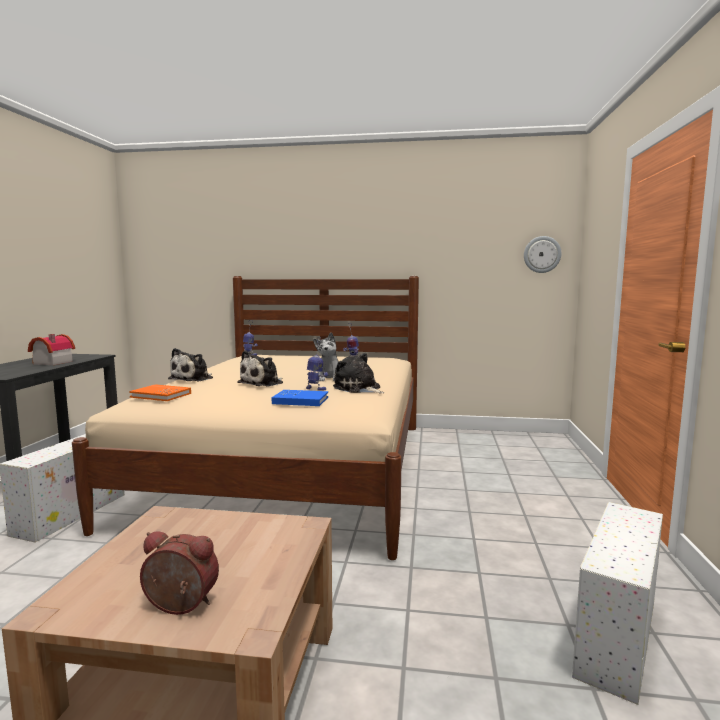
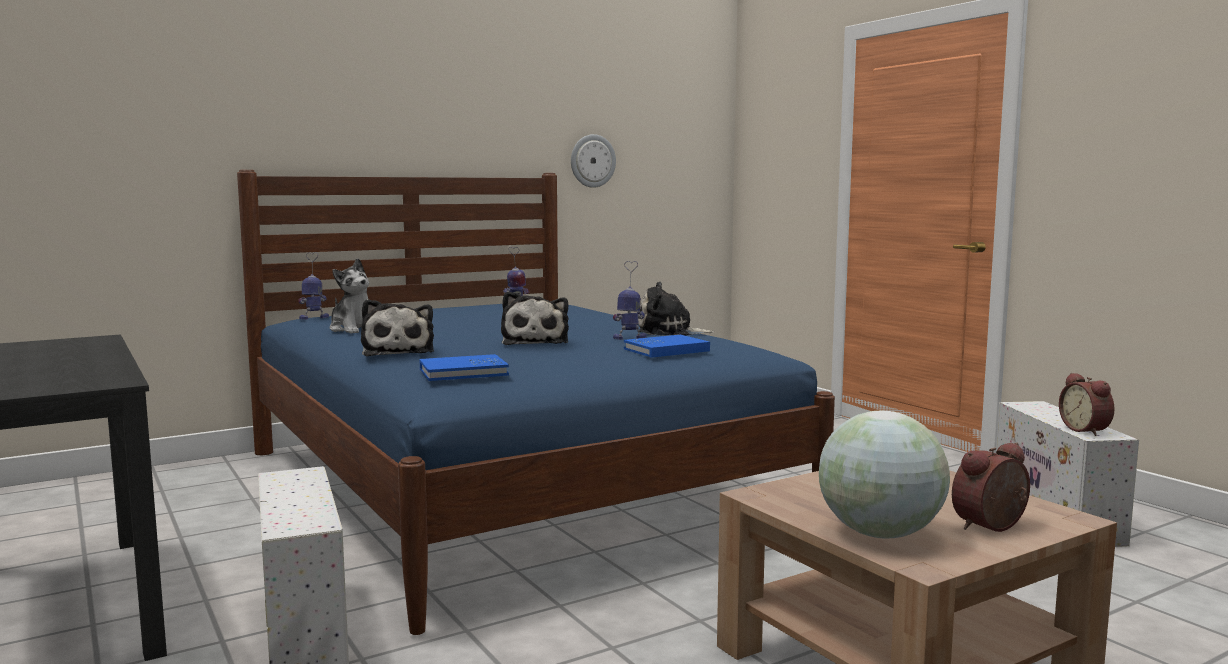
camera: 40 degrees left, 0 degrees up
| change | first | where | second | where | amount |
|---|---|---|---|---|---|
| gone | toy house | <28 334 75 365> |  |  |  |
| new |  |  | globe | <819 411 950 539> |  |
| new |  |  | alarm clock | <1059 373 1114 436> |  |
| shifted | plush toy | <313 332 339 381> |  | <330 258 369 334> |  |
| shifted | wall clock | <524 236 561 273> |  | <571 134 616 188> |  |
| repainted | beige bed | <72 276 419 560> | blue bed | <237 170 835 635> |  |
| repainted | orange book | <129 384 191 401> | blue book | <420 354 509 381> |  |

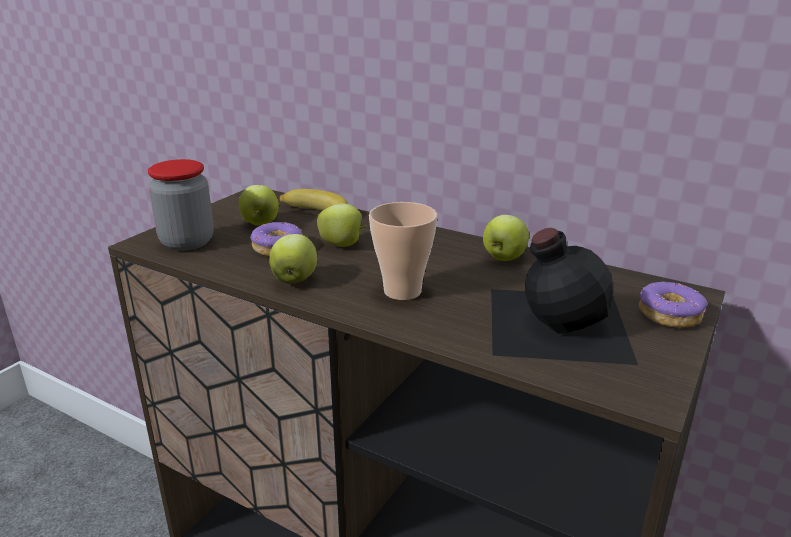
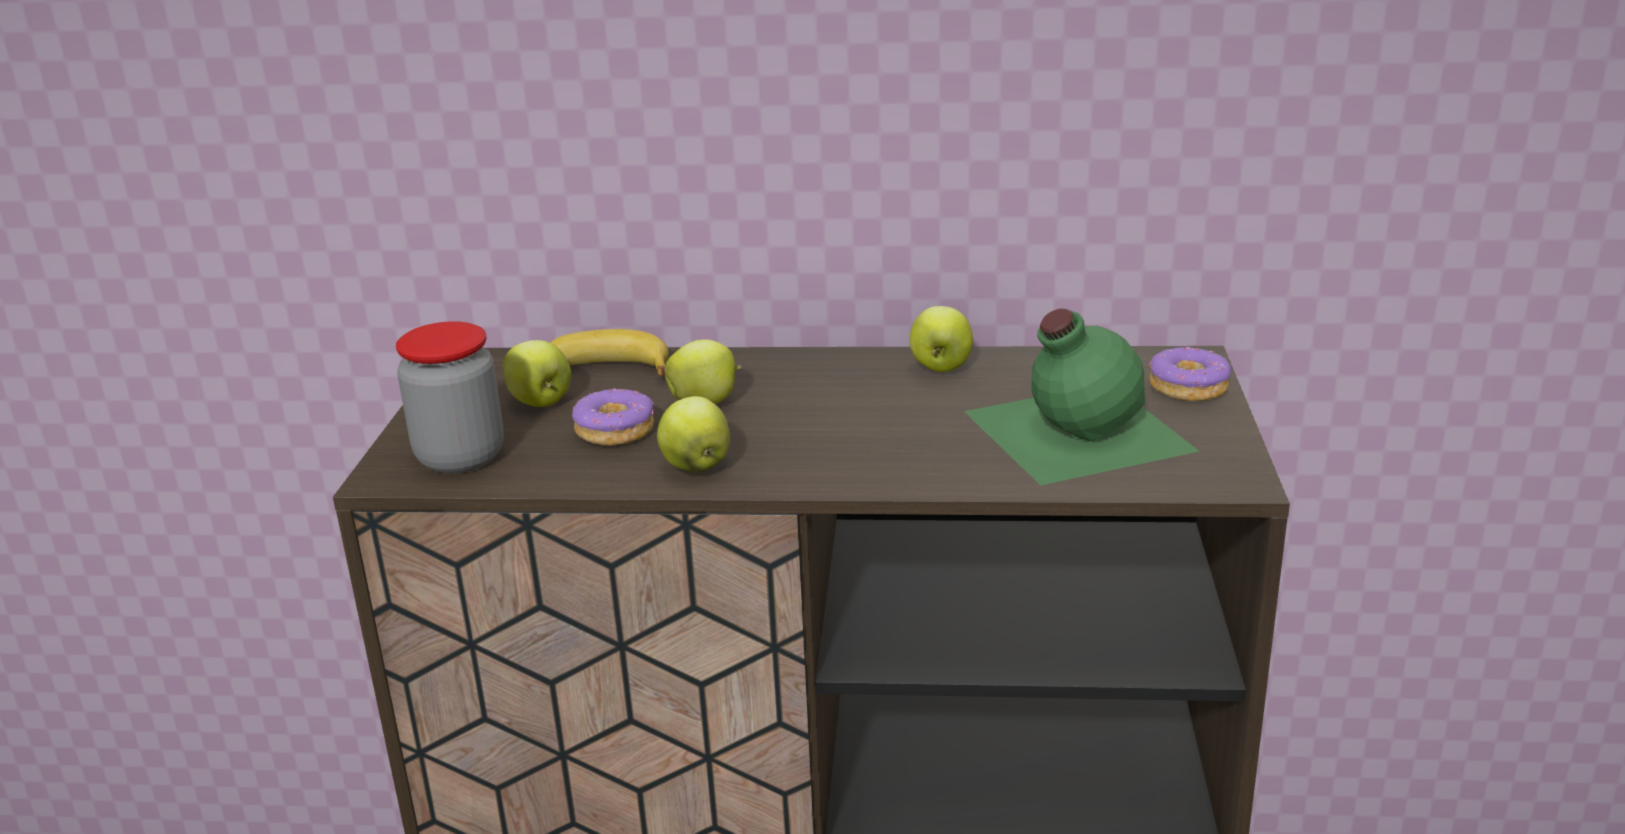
camera: 25 degrees left, 0 degrees up
| change | first | where | second | where | amount |
|---|---|---|---|---|---|
| gone | cup | <369 202 437 300> |  |  |  |
| repainted | black bottle | <491 228 638 365> | green bottle | <964 309 1199 485> |  |

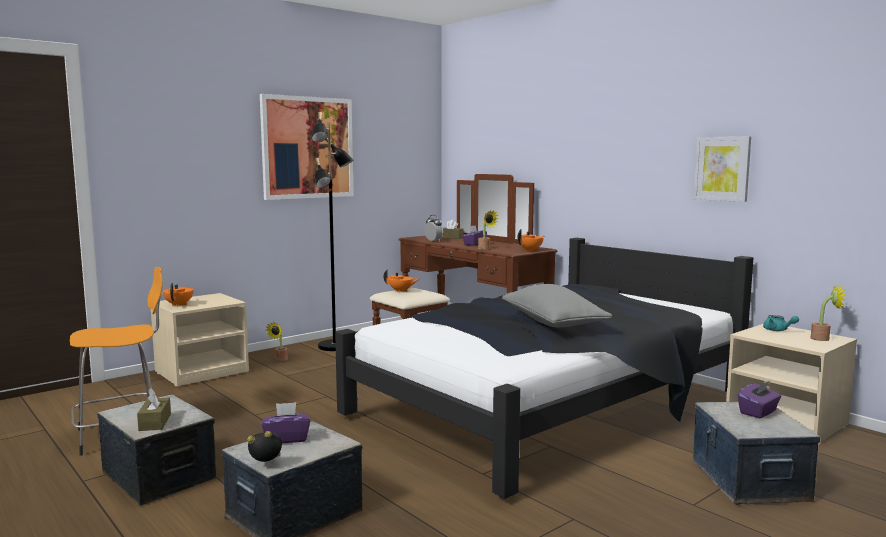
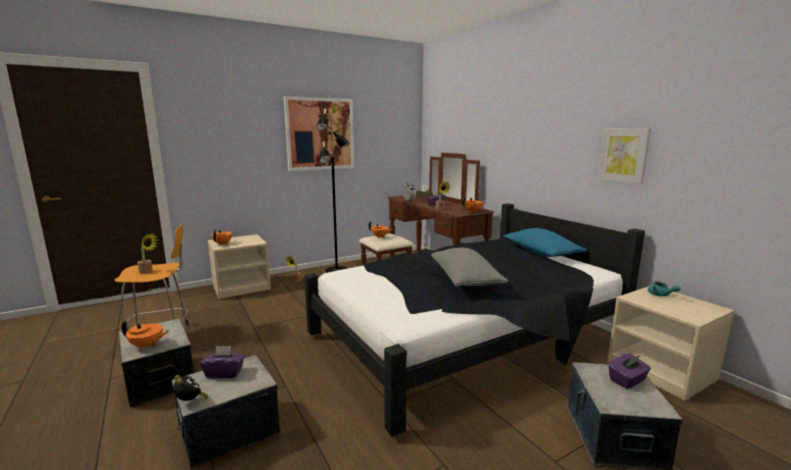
camera: 10 degrees right, 5 degrees up
| change | first | where | second | where | amount |
|---|---|---|---|---|---|
| new |  |  | blue pillow | <504 228 586 257> |  |
| shifted | potted plant | <811 285 846 341> |  | <137 233 158 274> |  |
| swapped | brown tissue box | <137 388 171 431> | orange teapot | <121 321 170 350> |  |
| rotated | alarm clock | <247 431 282 462> |  | <173 375 208 401> | 45 degrees clockwise |

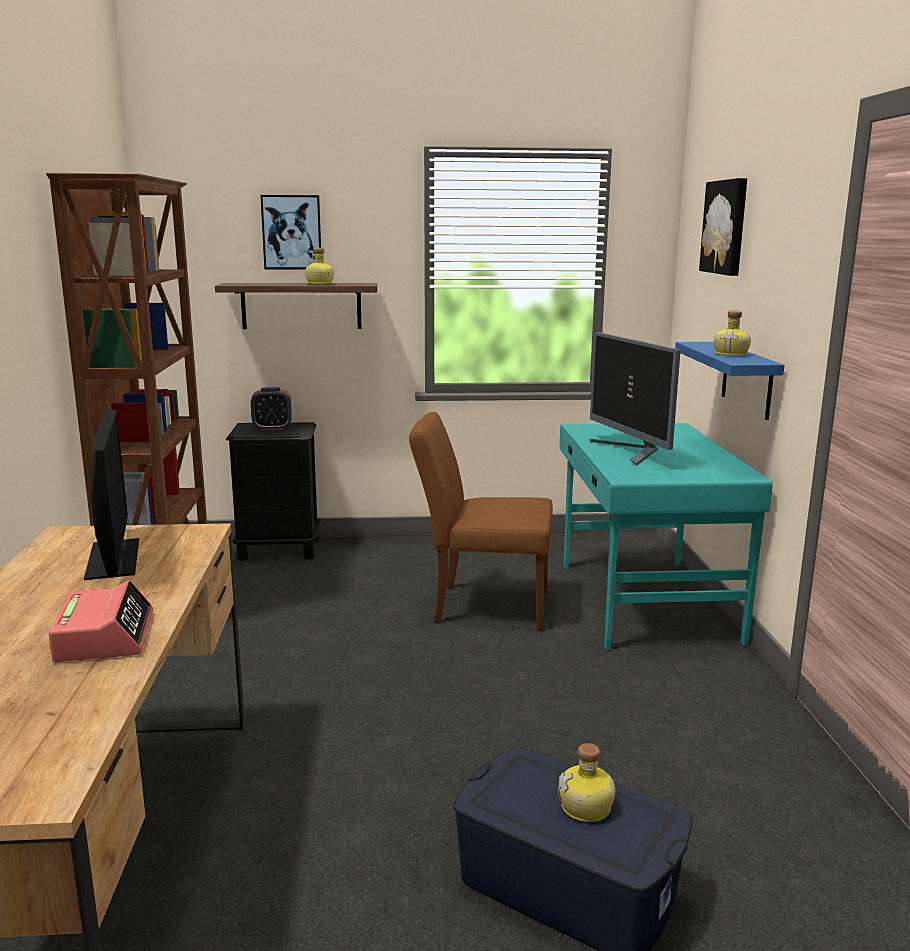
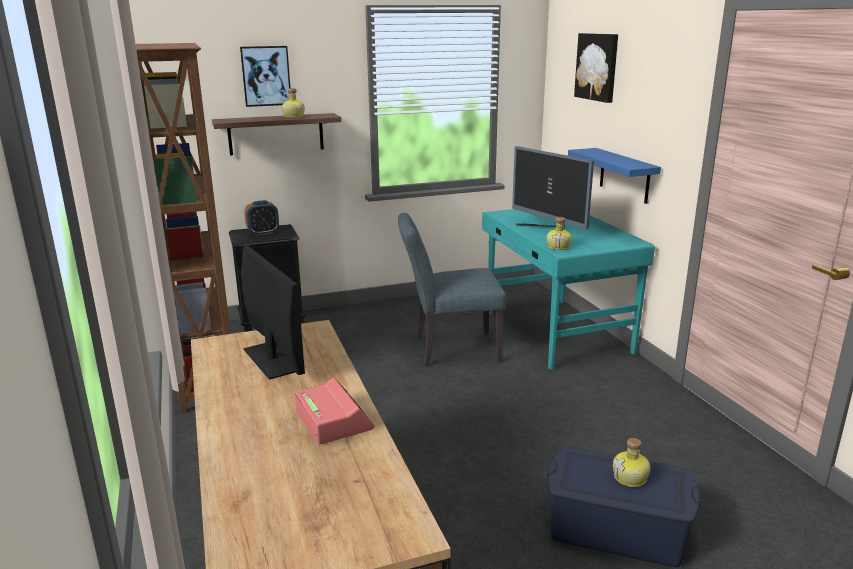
camera: 15 degrees left, 5 degrees up
| change | first | where | second | where | amount |
|---|---|---|---|---|---|
| shifted | bottle | <714 310 751 356> |  | <546 217 572 250> |  |
| repainted | brown chair | <409 412 553 630> | grey chair | <398 213 506 366> |  |

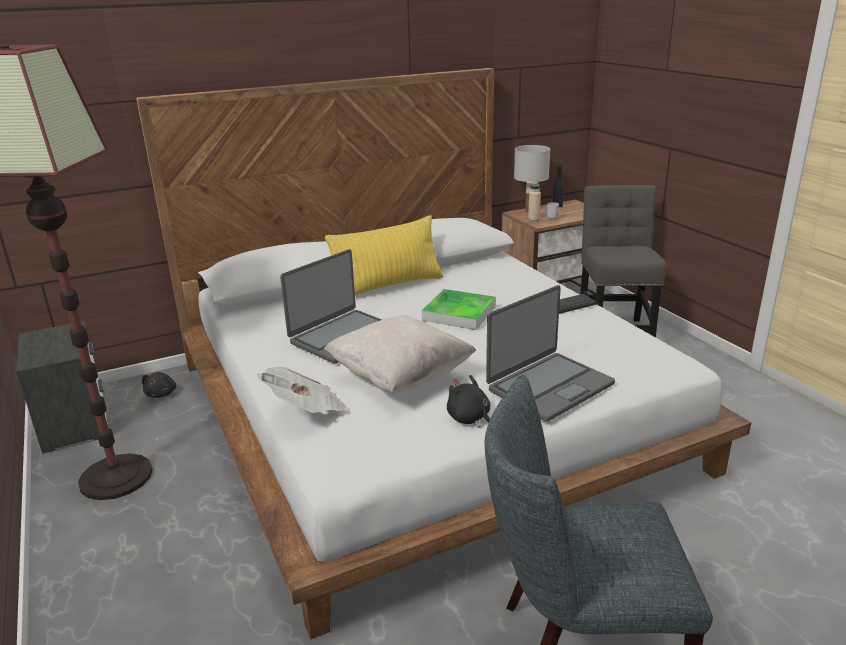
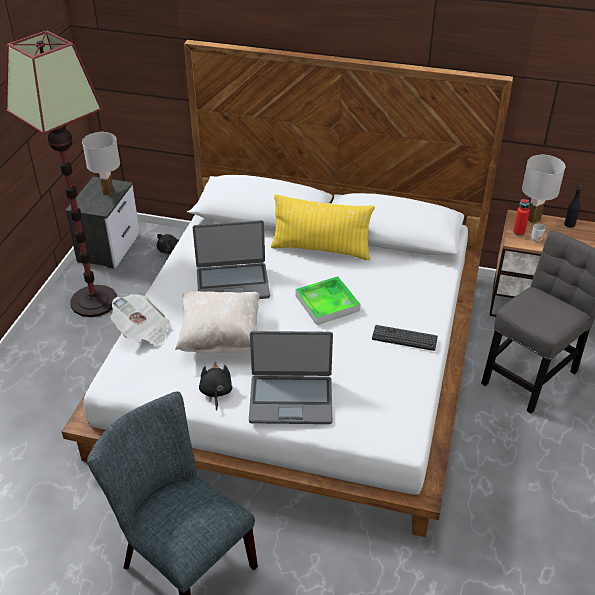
camera: 40 degrees right, 15 degrees up
| change | first | where | second | where | amount |
|---|---|---|---|---|---|
| new |  |  | white table lamp | <82 132 120 195> |  |
| repainted | beige bottle | <528 181 541 221> | red bottle | <513 199 530 236> |  |

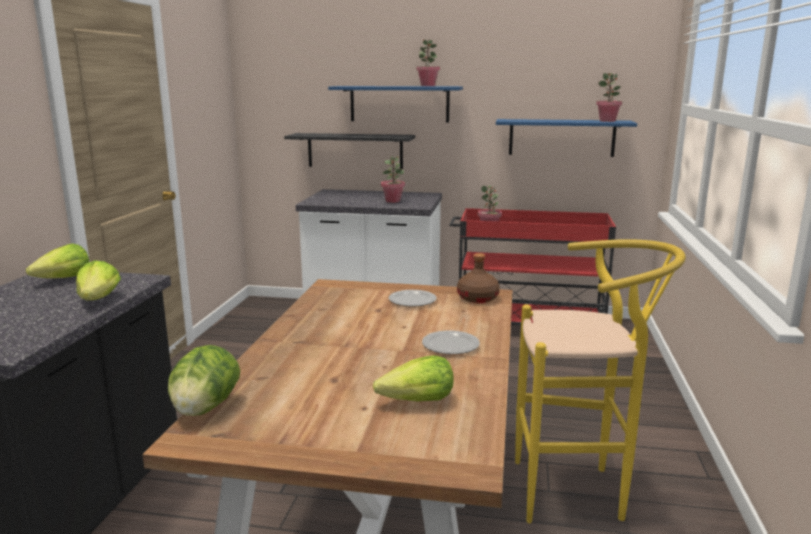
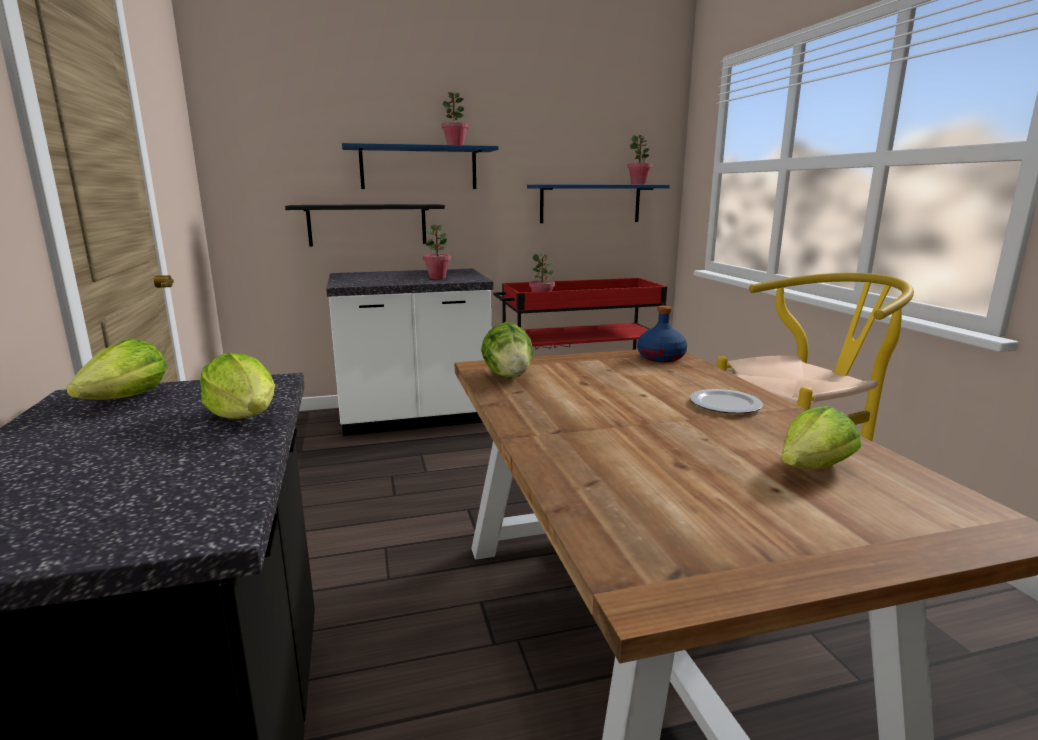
camera: 25 degrees left, 0 degrees up
| change | first | where | second | where | amount |
|---|---|---|---|---|---|
| gone | plate | <389 290 437 306> |  |  |  |
| shifted | lettuce | <168 345 240 416> |  | <481 322 533 379> |  |
| repainted | brown bottle | <457 253 500 303> | blue bottle | <637 306 687 362> |  |

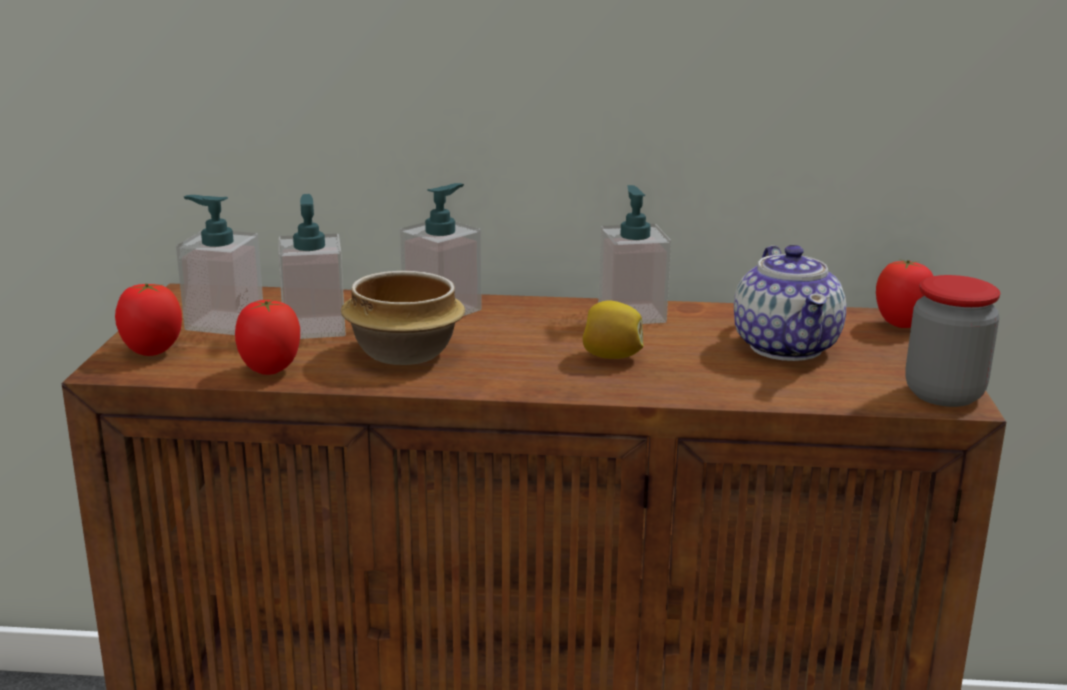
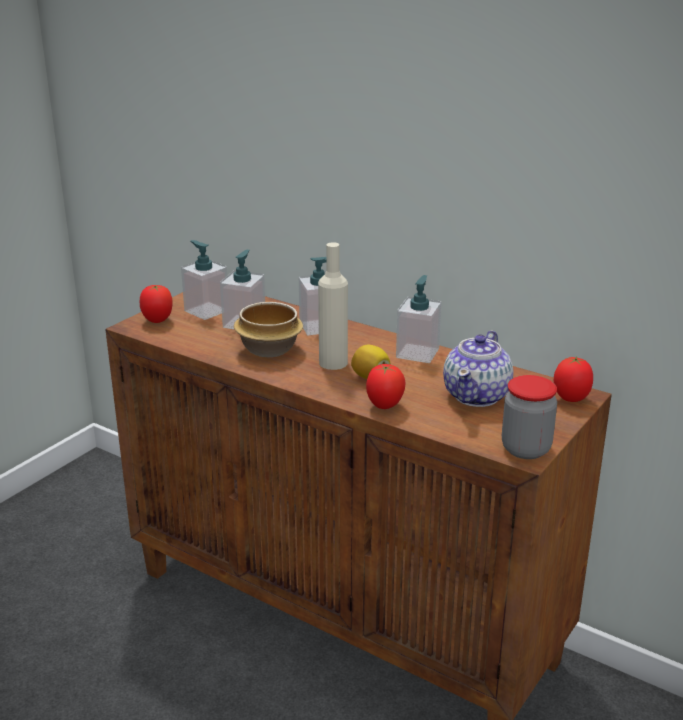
camera: 30 degrees right, 5 degrees up
| change | first | where | second | where | amount |
|---|---|---|---|---|---|
| new |  |  | beige bottle | <318 242 348 370> |  |
| shifted | tomato | <235 300 300 375> |  | <366 364 406 409> |  |

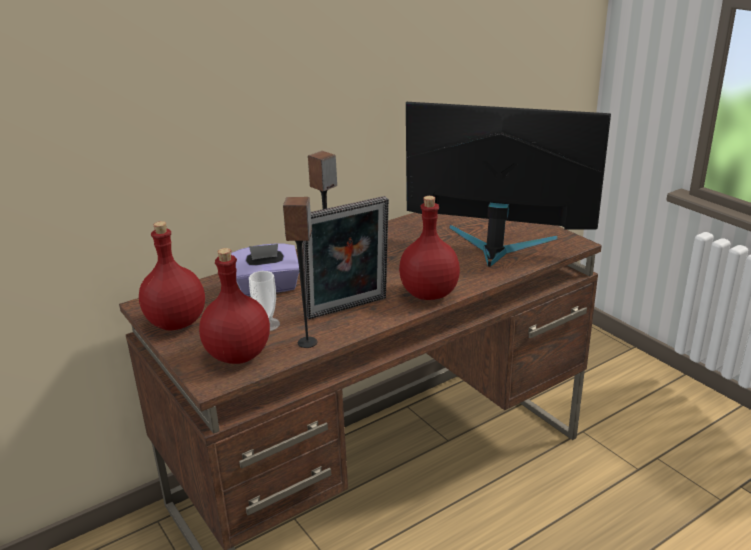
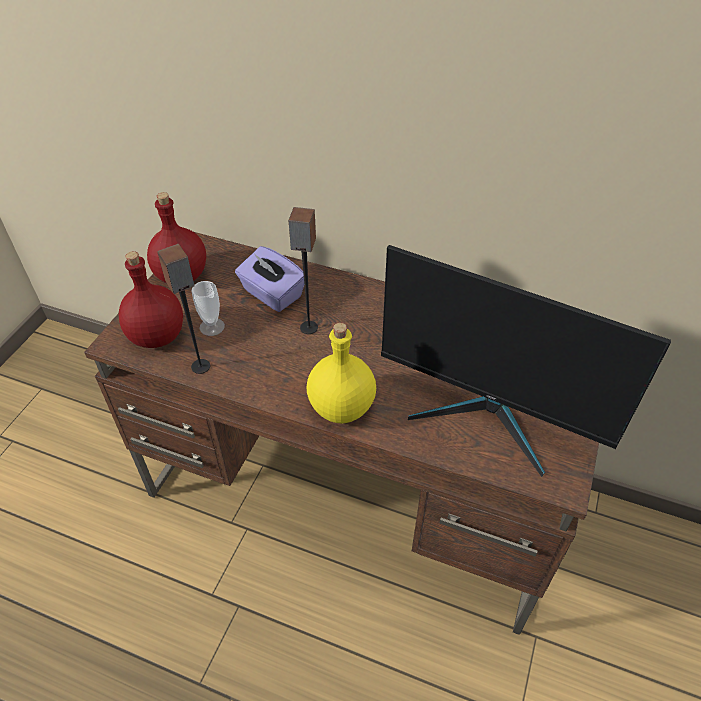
camera: 55 degrees right, 20 degrees up
| change | first | where | second | where | amount |
|---|---|---|---|---|---|
| gone | picture frame | <303 196 389 319> |  |  |  |
| repainted | red bottle | <399 196 460 300> | yellow bottle | <307 323 376 423> |  |
| rotated | monitor | <406 102 611 267> |  | <381 245 671 477> | 135 degrees clockwise |

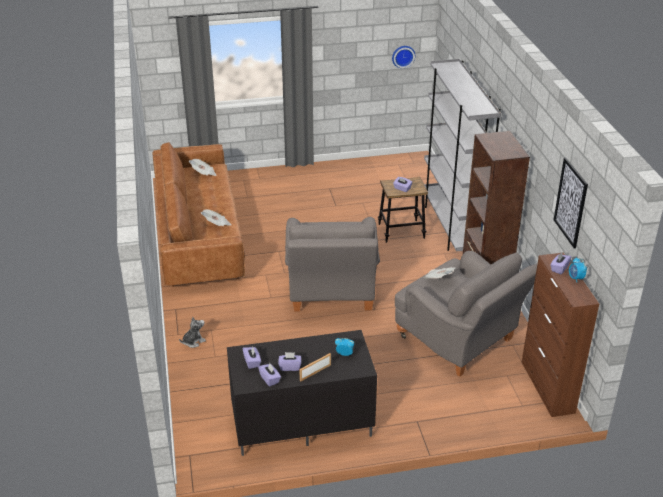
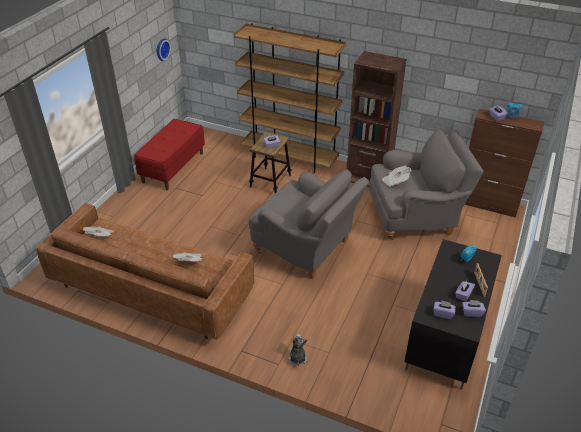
camera: 55 degrees left, 5 degrees up
| change | first | where | second | where | amount |
|---|---|---|---|---|---|
| gone | picture | <554 157 588 248> |  |  |  |
| new |  |  | red bench | <134 119 205 190> |  |
| repainted | grey bookcase | <424 59 501 252> | brown bookcase | <234 23 346 173> |  |

